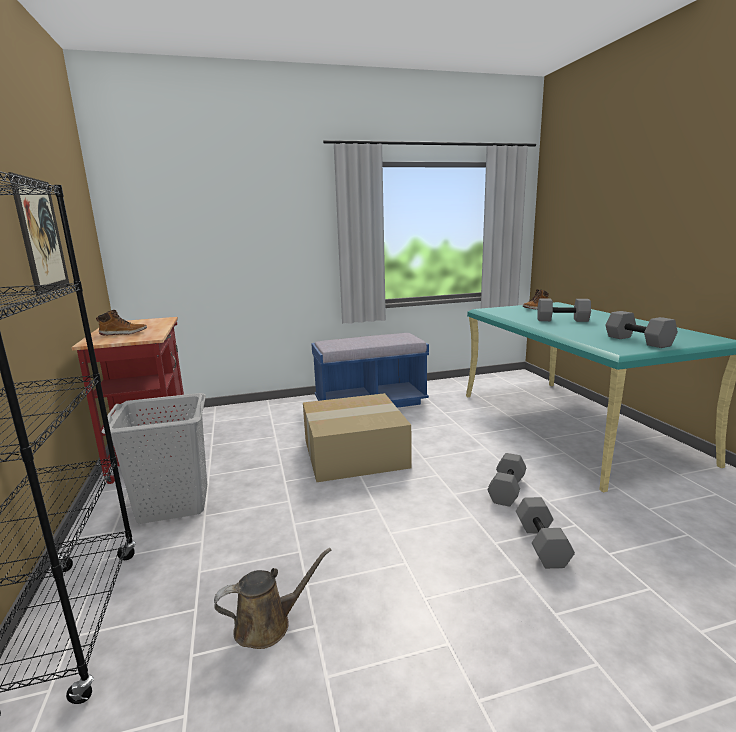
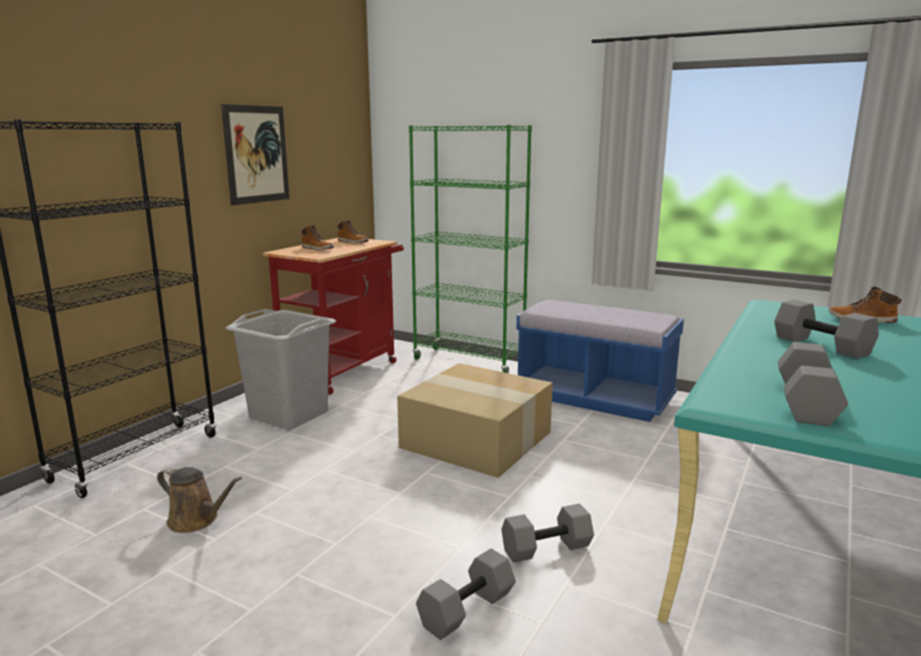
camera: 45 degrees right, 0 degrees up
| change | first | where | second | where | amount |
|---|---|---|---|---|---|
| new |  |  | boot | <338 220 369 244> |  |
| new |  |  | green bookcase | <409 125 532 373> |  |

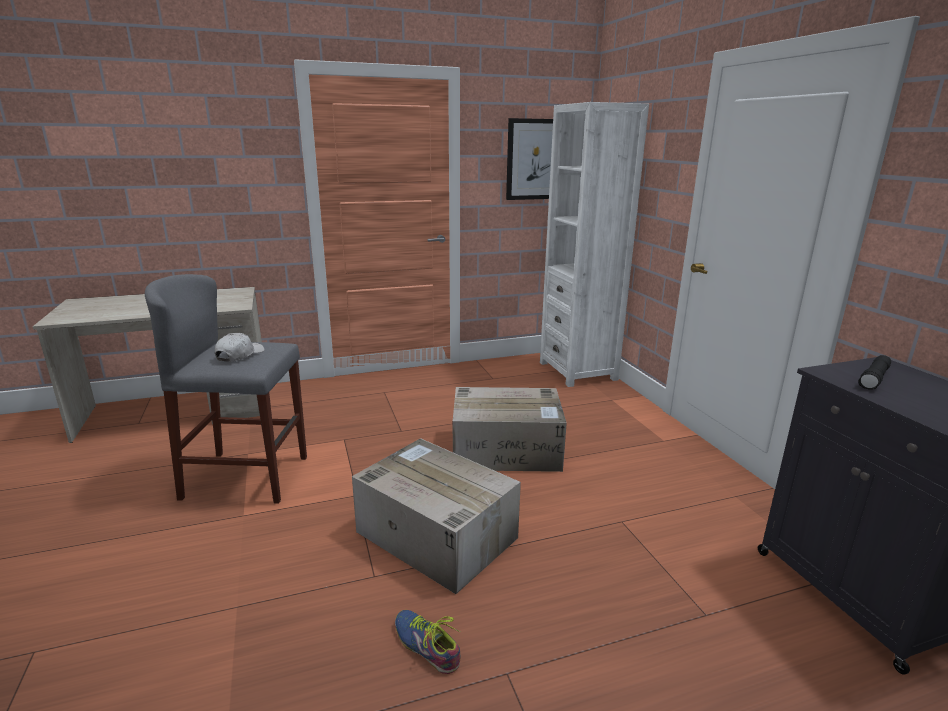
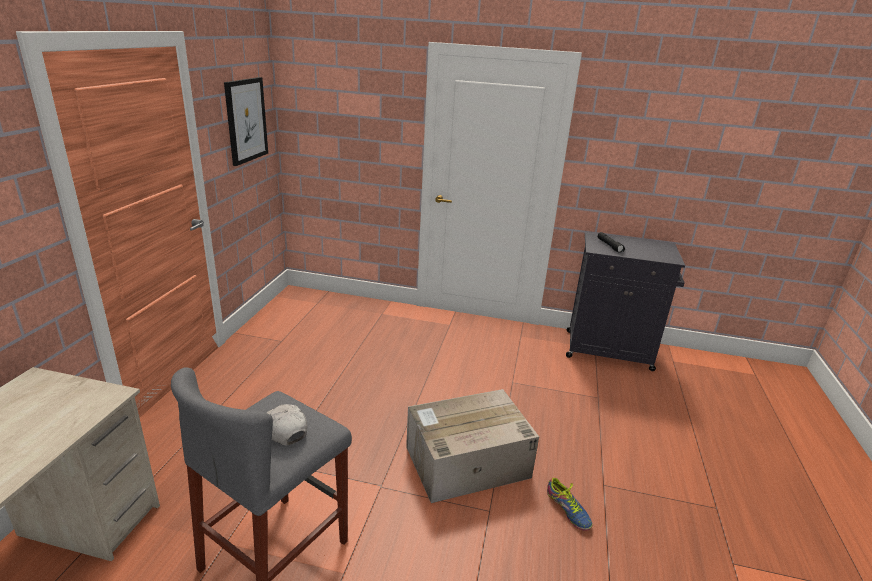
camera: 60 degrees left, 5 degrees up
| change | first | where | second | where | amount |
|---|---|---|---|---|---|
| gone | cardboard box | <453 387 567 472> |  |  |  |
| gone | white bookcase | <540 102 649 387> |  |  |  |
| rotated | shoe | <395 610 461 674> |  | <547 478 593 531> | 105 degrees counterclockwise |

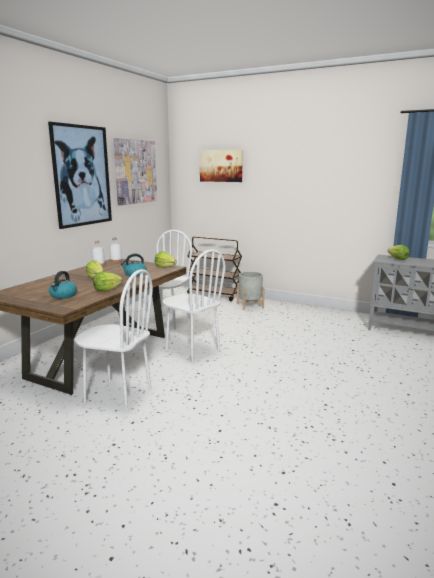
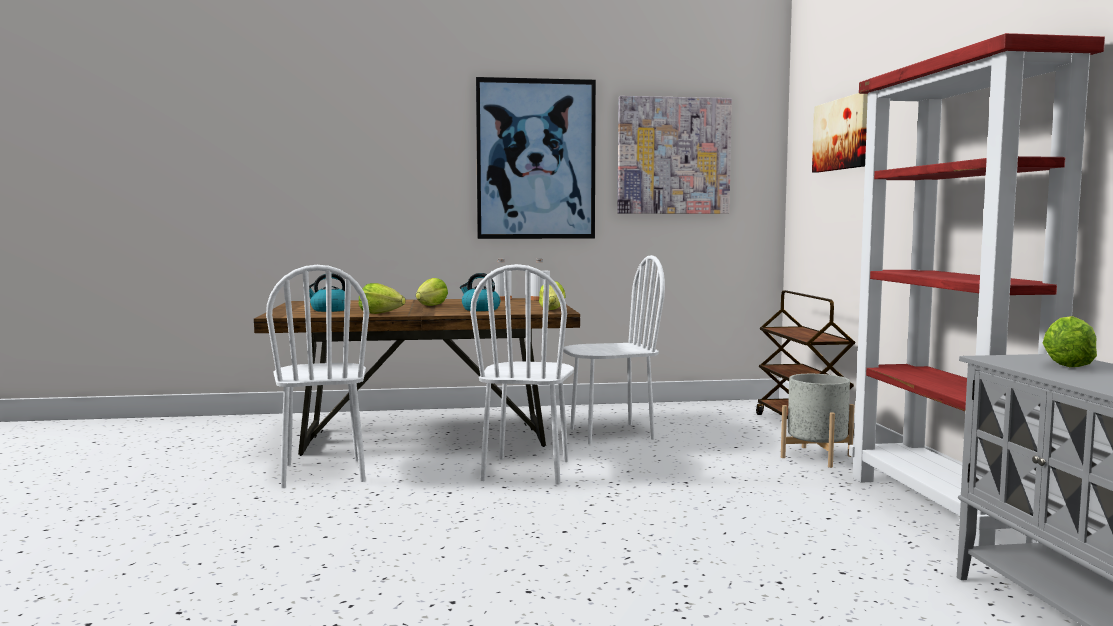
camera: 55 degrees right, 10 degrees down
| change | first | where | second | where | amount |
|---|---|---|---|---|---|
| new |  |  | red bookcase | <849 33 1105 546> |  |

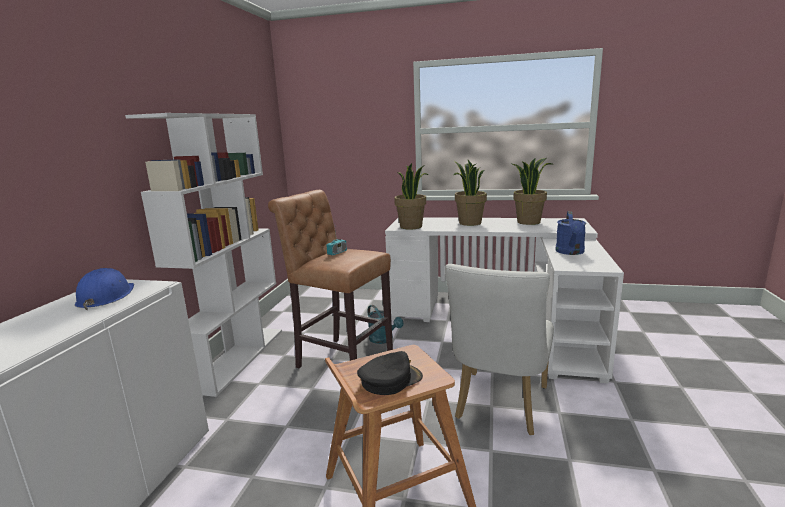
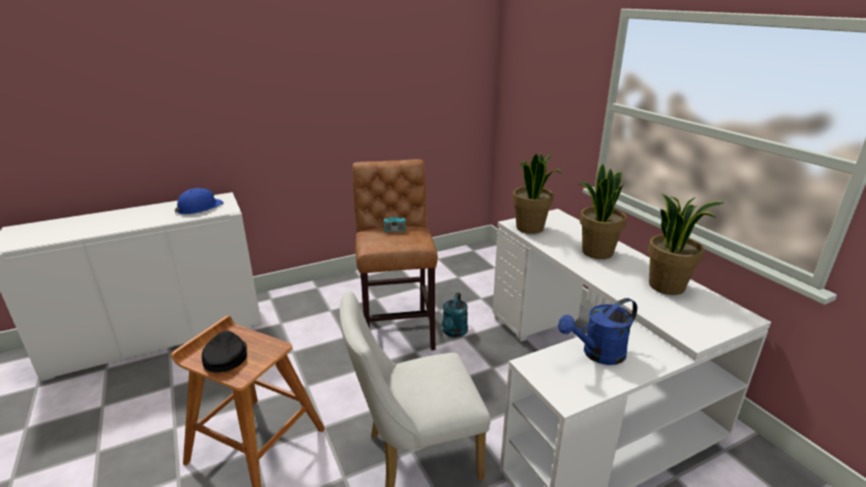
camera: 50 degrees right, 10 degrees up
| change | first | where | second | where | amount |
|---|---|---|---|---|---|
| gone | white bookcase | <125 113 282 397> |  |  |  |
| rotated | black cap | <357 351 423 395> |  | <202 331 247 372> | 120 degrees counterclockwise |

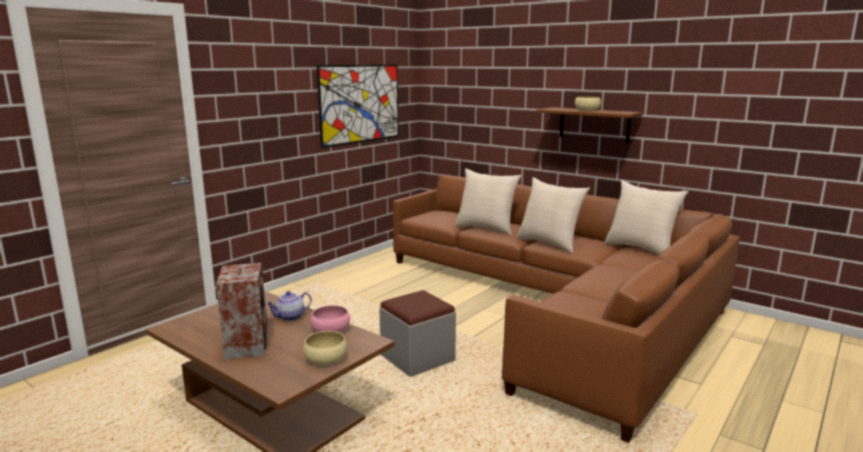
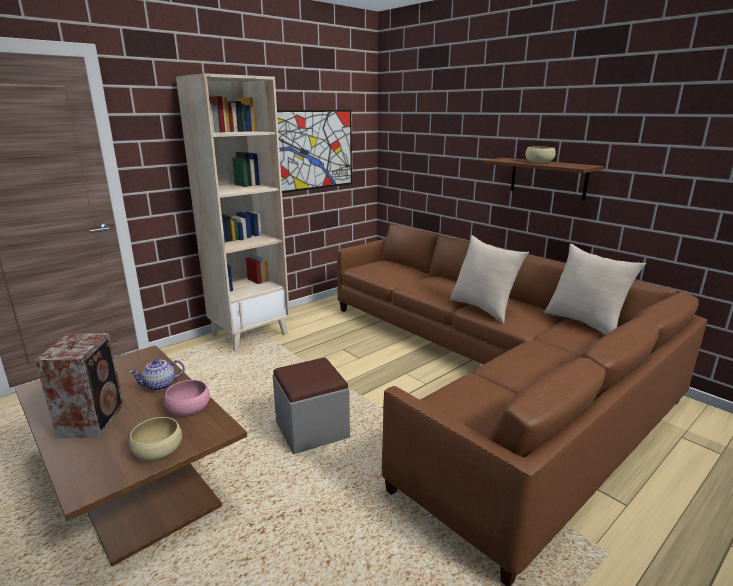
camera: 10 degrees right, 5 degrees up
| change | first | where | second | where | amount |
|---|---|---|---|---|---|
| gone | beige pillow | <455 168 522 235> |  |  |  |
| new |  |  | beige bookcase | <176 73 290 351> |  |

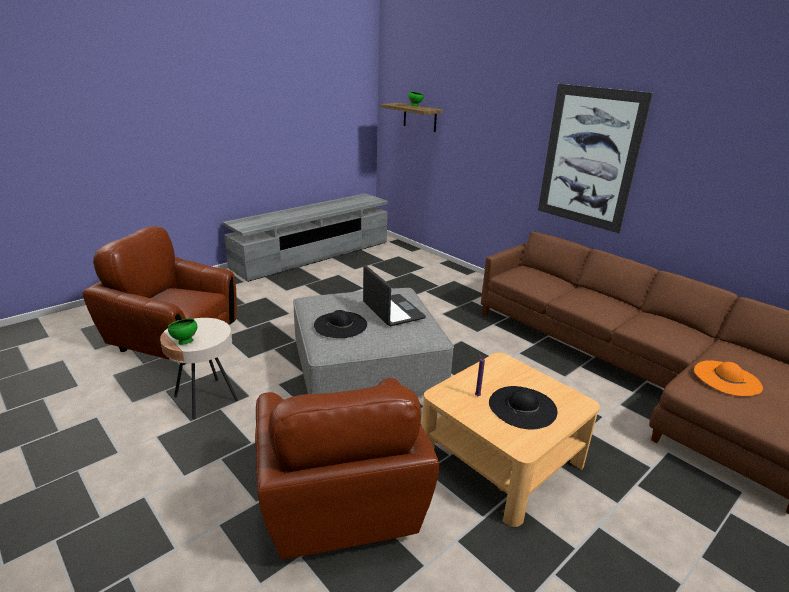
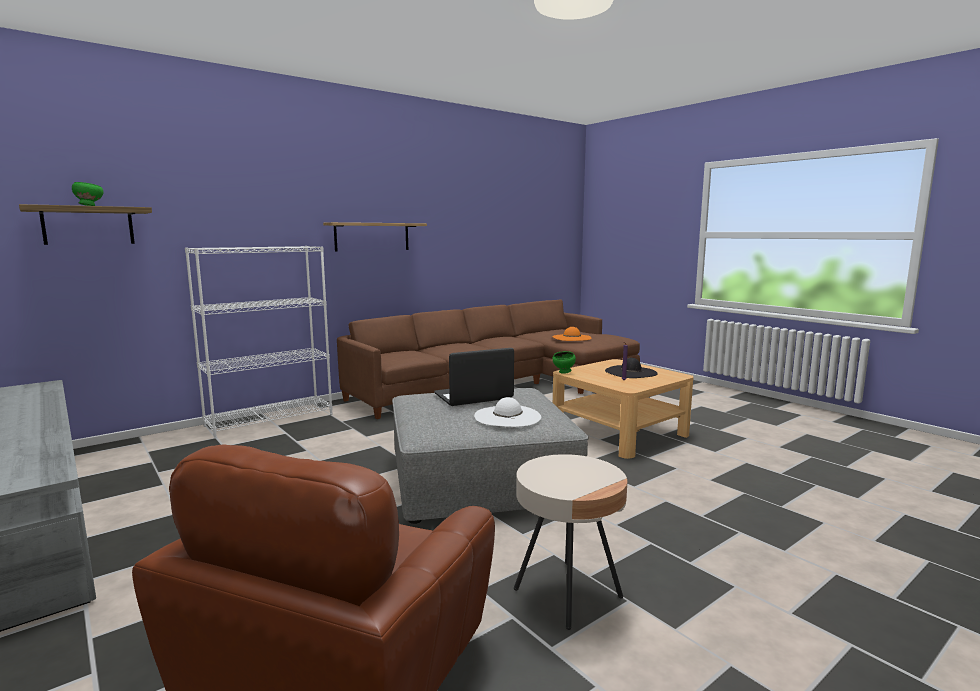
camera: 85 degrees left, 15 degrees down
| change | first | where | second | where | amount |
|---|---|---|---|---|---|
| gone | brown armchair | <255 378 440 559> |  |  |  |
| new |  |  | white bookcase | <185 246 333 439> |  |
| shifted | green bowl | <168 319 197 345> |  | <552 351 576 374> |  |
| swapped | picture | <538 84 653 233> | shelf | <323 222 427 251> |  |
| repainted | black hat | <314 310 367 338> | white hat | <474 397 541 427> |  |

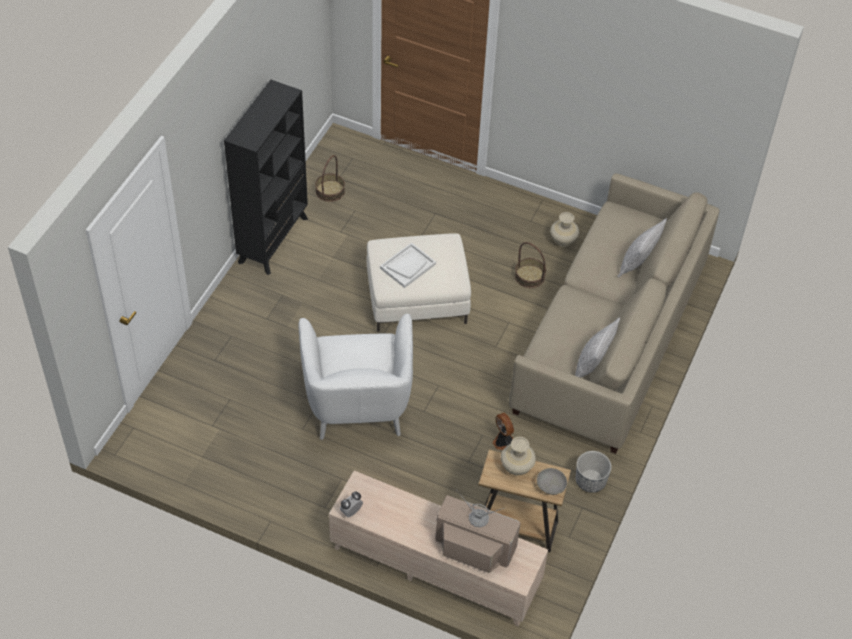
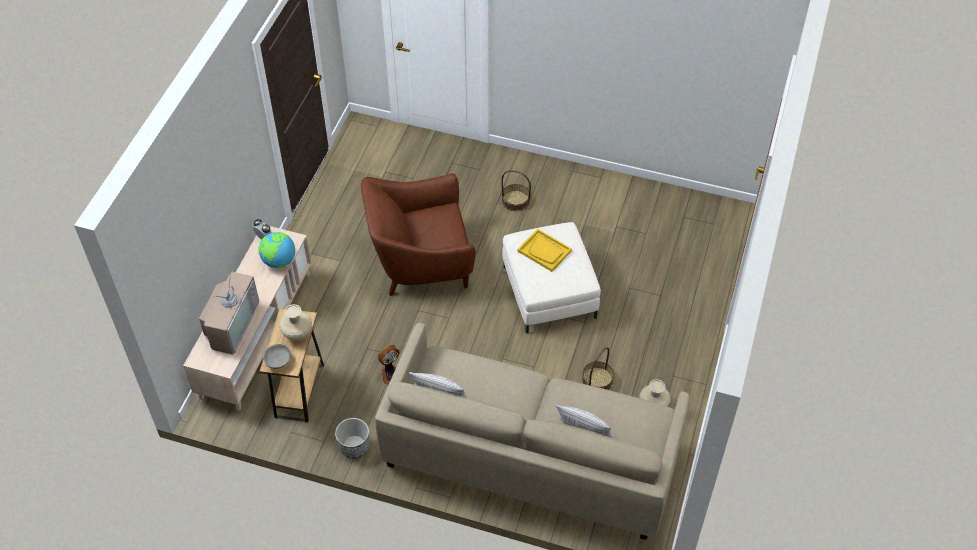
camera: 85 degrees right, 0 degrees up
| change | first | where | second | where | amount |
|---|---|---|---|---|---|
| gone | black bookcase | <224 80 308 275> |  |  |  |
| new |  |  | globe | <258 232 295 268> |  |
| shifted | basket | <315 155 345 202> |  | <501 170 531 211> |  |
| repainted | white armchair | <298 314 413 440> | brown armchair | <361 173 476 296> |  |
| repainted | white tray | <380 242 436 288> | yellow tray | <518 229 572 272> |  |

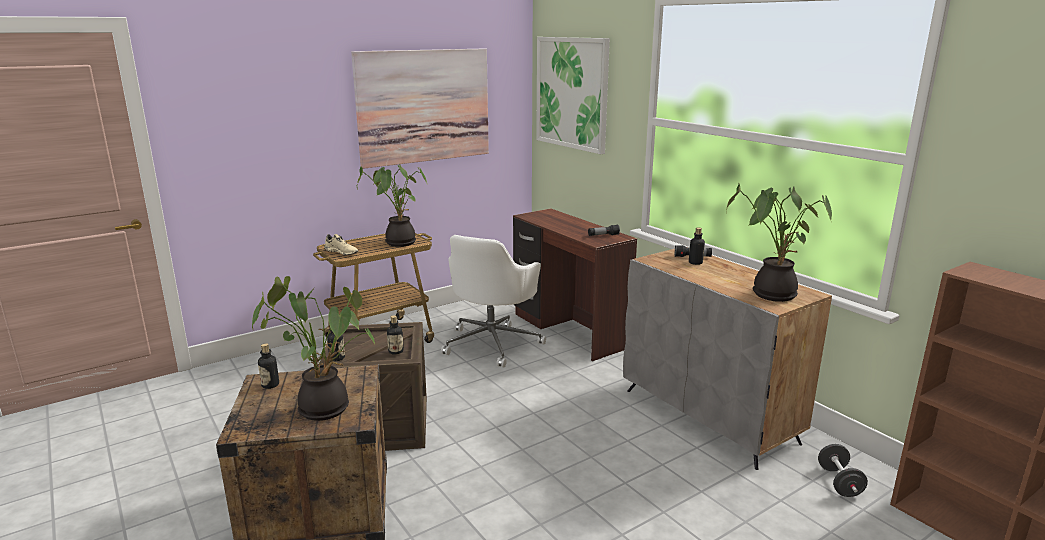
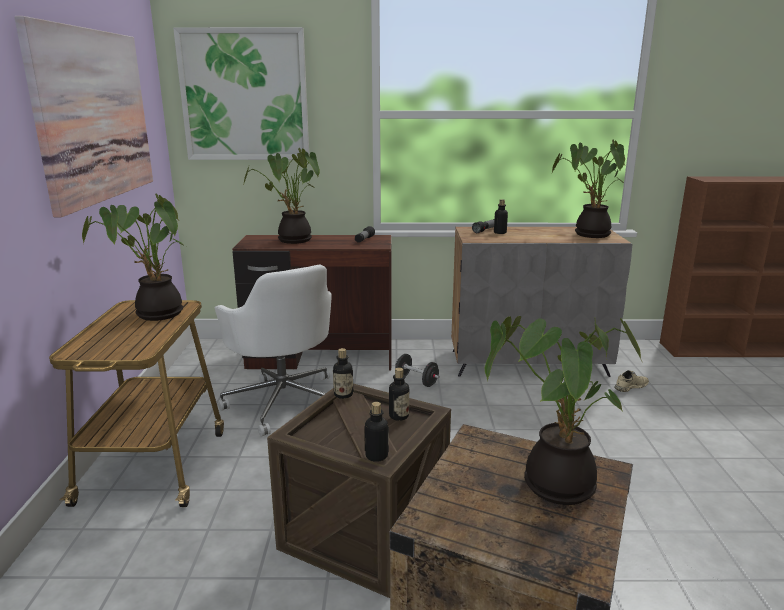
camera: 55 degrees left, 0 degrees up
| change | first | where | second | where | amount |
|---|---|---|---|---|---|
| new |  |  | potted plant | <243 148 320 244> |  |
| shifted | bottle | <258 343 279 389> |  | <333 348 353 399> |  |
| shifted | beige shoe | <324 234 358 255> |  | <614 370 649 392> |  |
| shifted | black dumbbell | <818 444 868 497> |  | <395 354 440 387> |  |

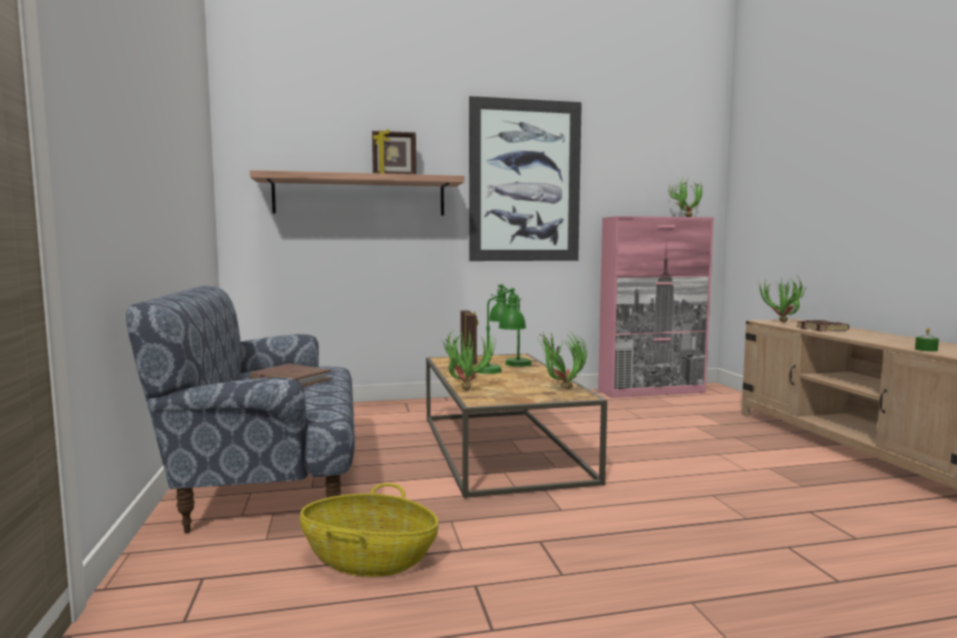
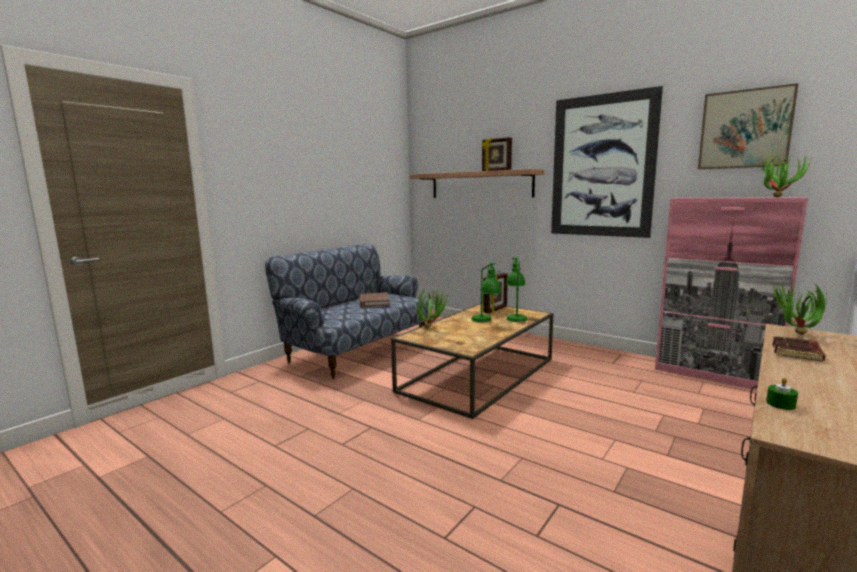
camera: 50 degrees right, 5 degrees up
| change | first | where | second | where | amount |
|---|---|---|---|---|---|
| gone | basket | <300 483 439 577> |  |  |  |
| gone | potted plant | <538 328 587 390> |  |  |  |
| new |  |  | picture | <698 83 798 169> |  |

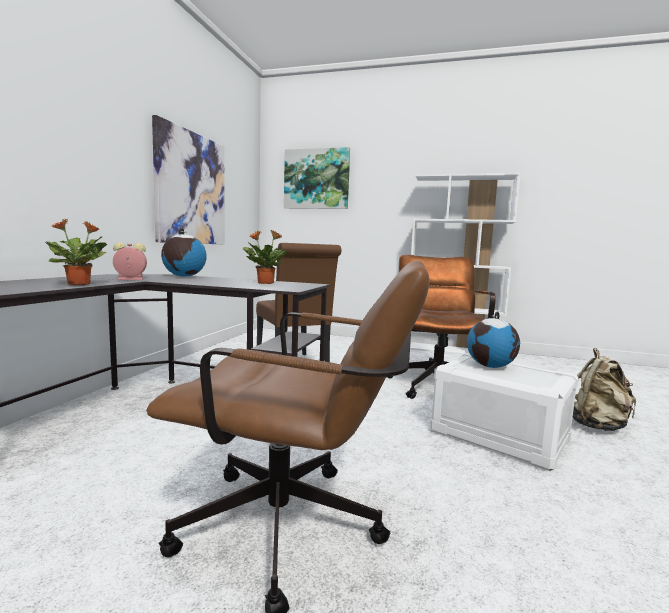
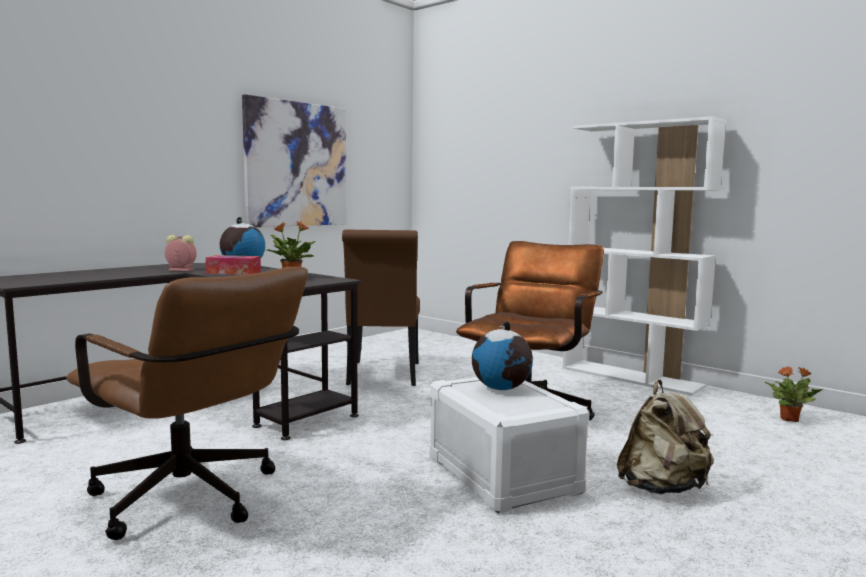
camera: 25 degrees right, 0 degrees up
| change | first | where | second | where | amount |
|---|---|---|---|---|---|
| gone | picture | <284 147 350 209> |  |  |  |
| new |  |  | tissue box | <205 255 261 275> |  |
| shifted | potted plant | <45 219 107 285> |  | <765 366 823 422> |  |

